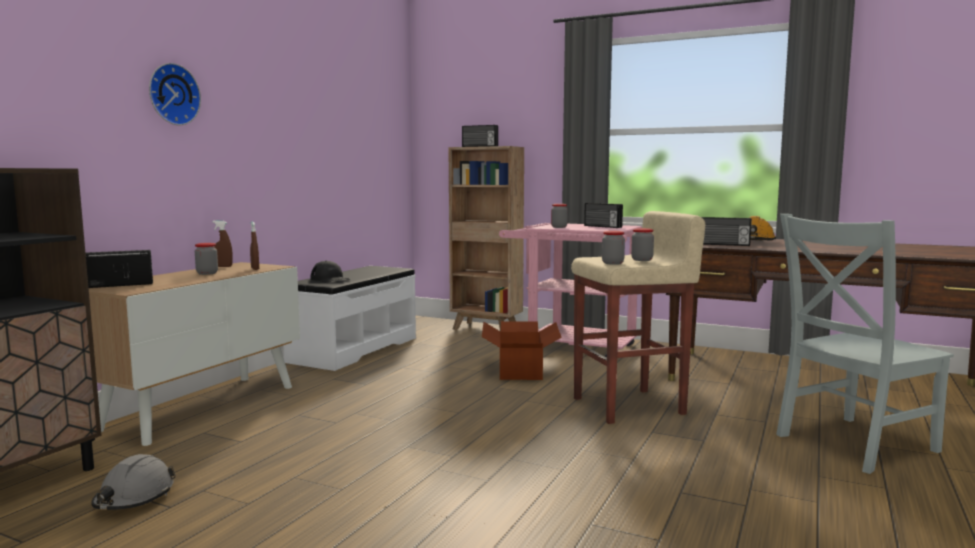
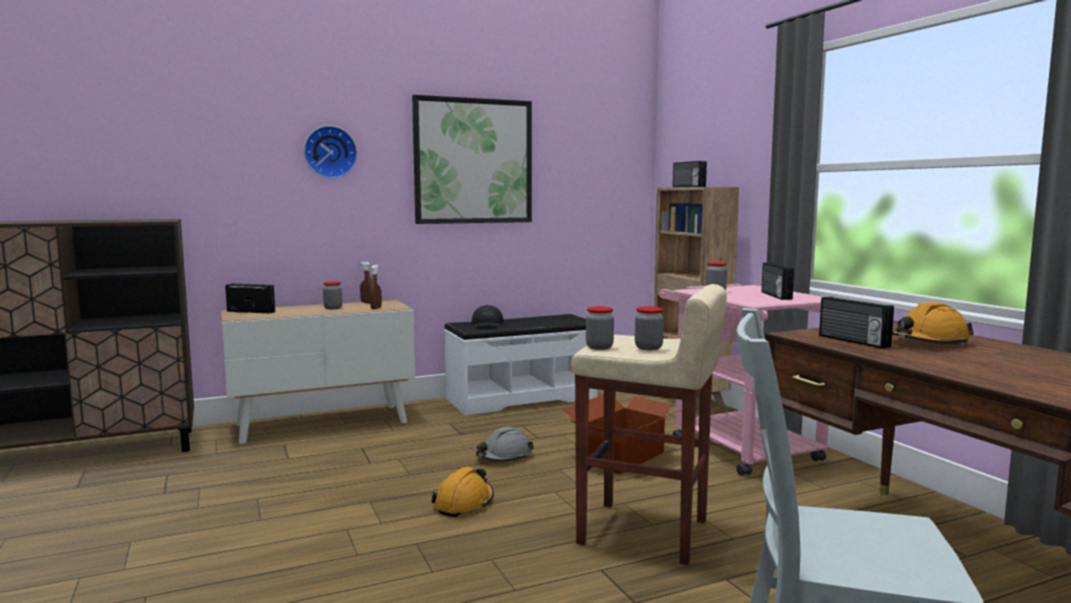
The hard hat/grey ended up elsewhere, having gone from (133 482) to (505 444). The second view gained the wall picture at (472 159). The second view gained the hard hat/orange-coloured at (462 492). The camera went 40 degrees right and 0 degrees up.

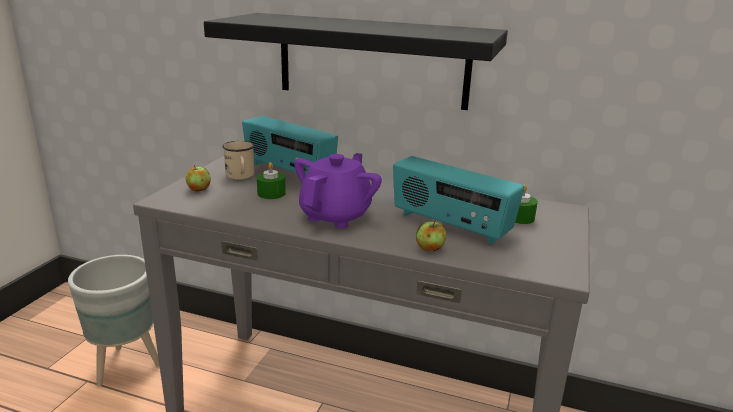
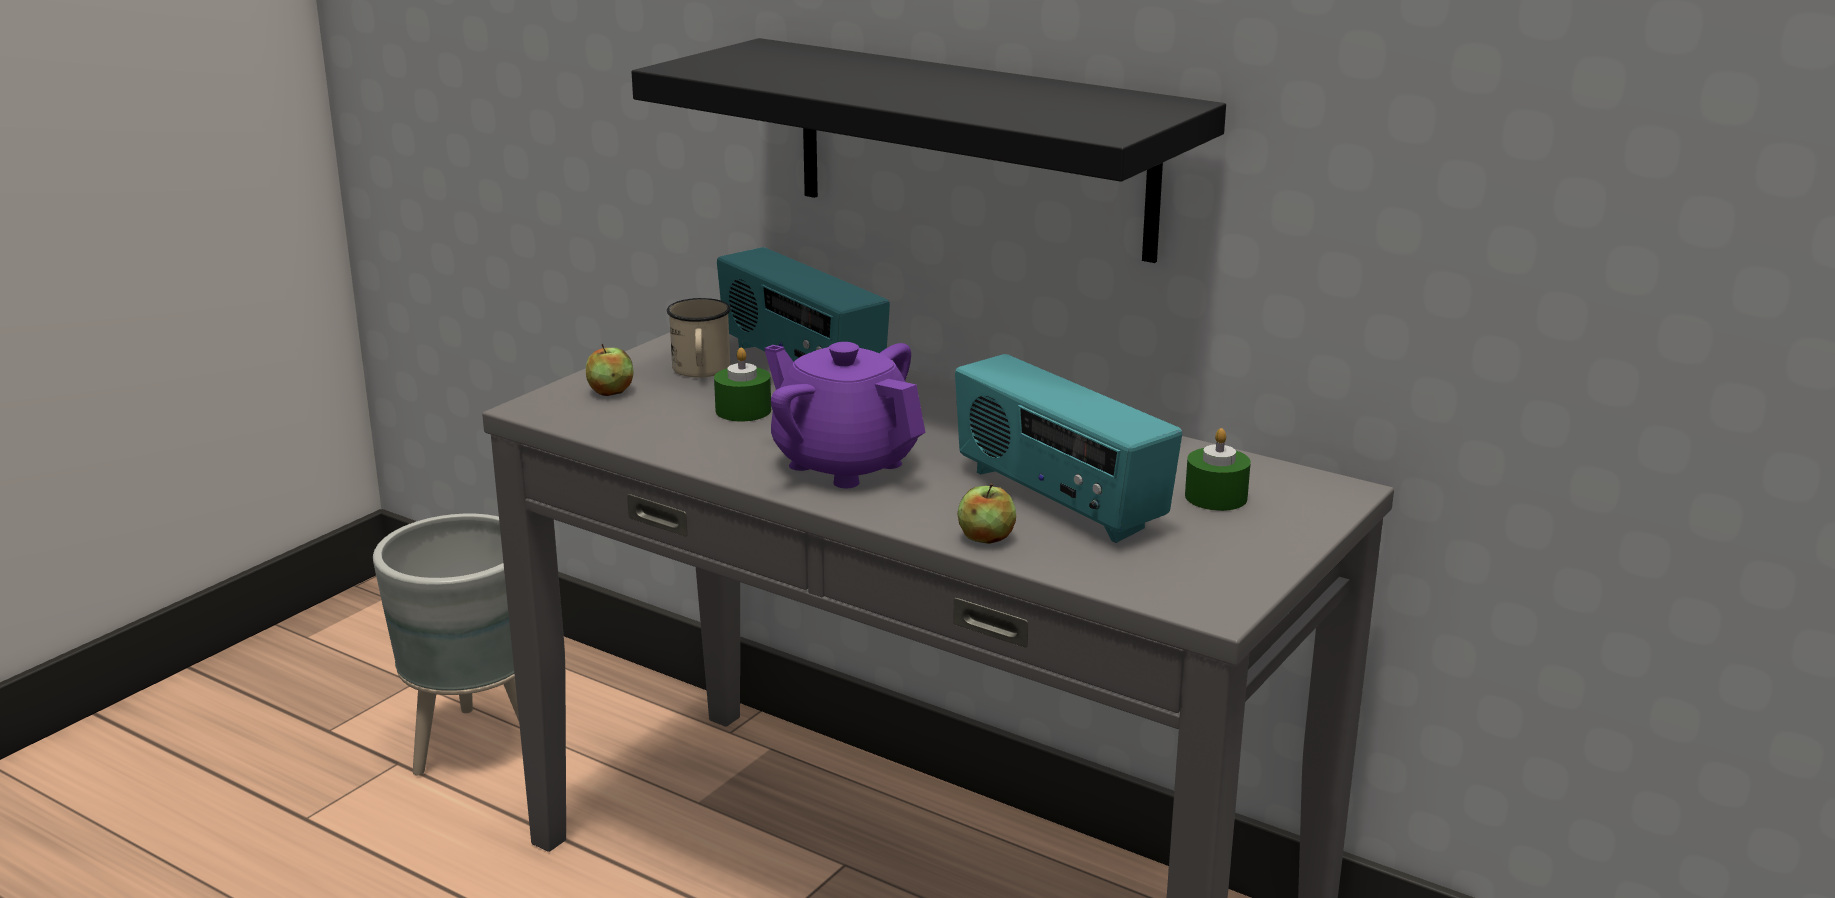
The tea pot/purple at (338 191) ended up facing another way, 90 degrees counterclockwise from before. The camera went 15 degrees right and 0 degrees up.

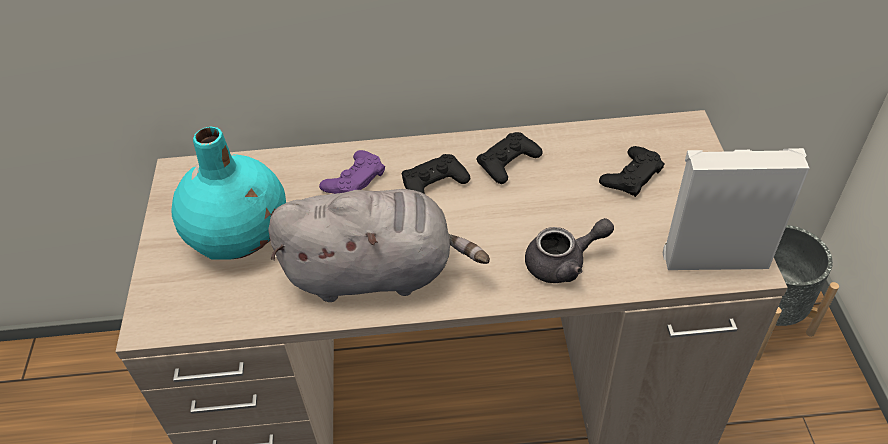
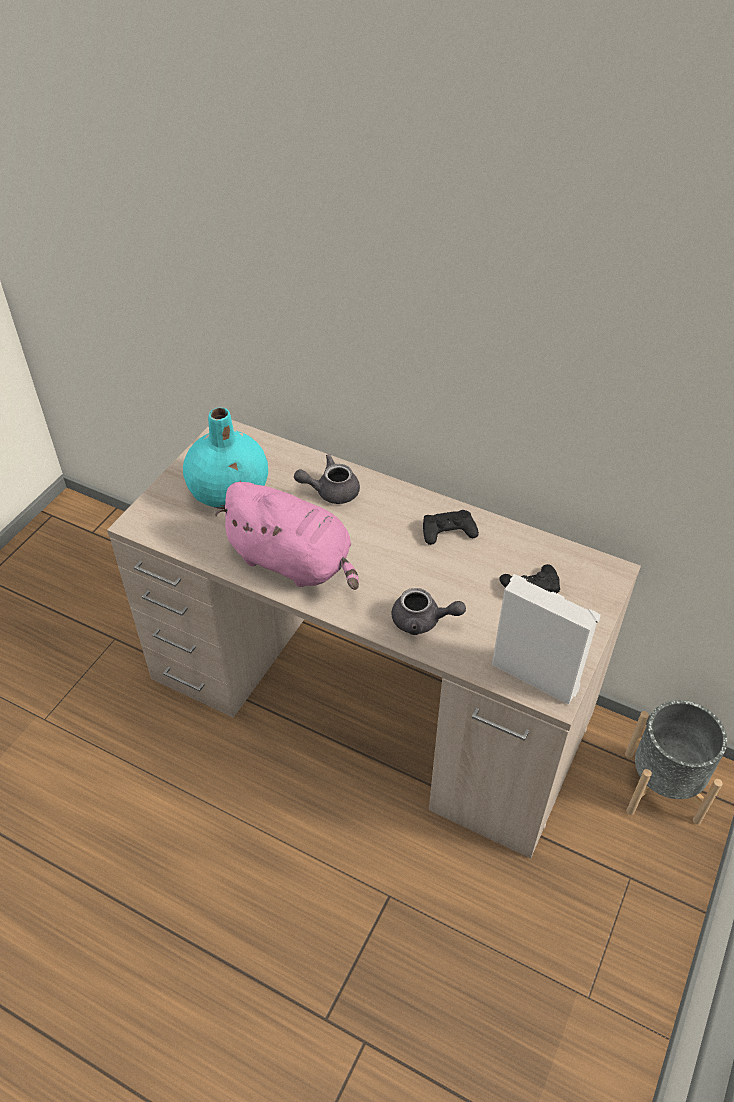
What was the soft toy/grey at (379 245) turned into the soft toy/pink at (287 536). Where the game controller/purple stood at (352 172), the tea pot/grey came to stand at (327 479). The second view lost the game controller/black-coloured at (435 174). The camera went 30 degrees right and 0 degrees up.

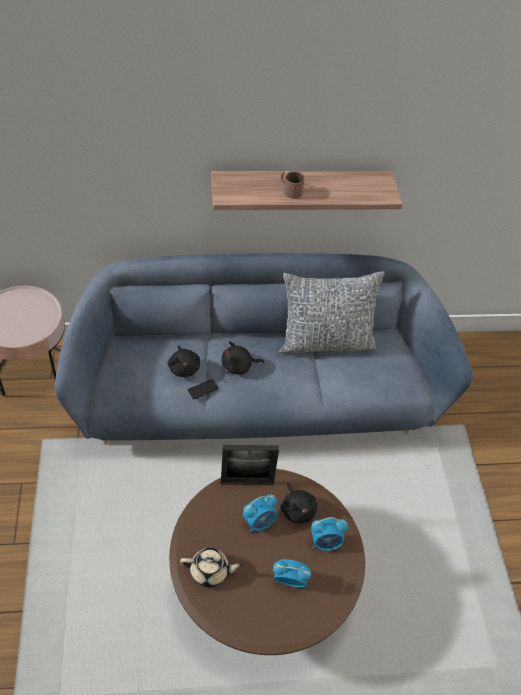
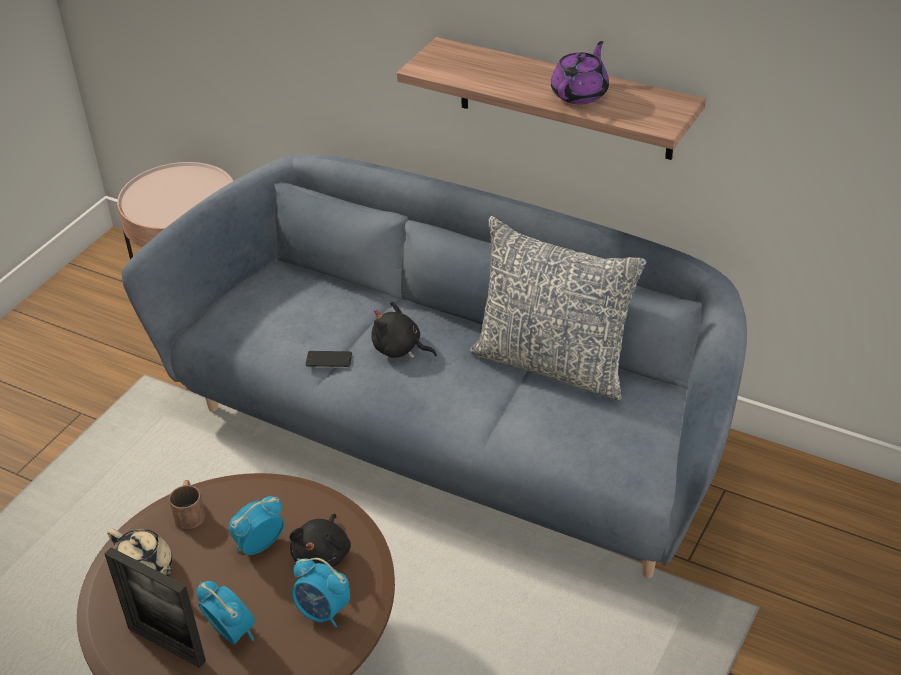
The second view lost the soft toy/black-coloured at (184 361). The standing frame ended up elsewhere, having gone from (250 465) to (155 607). The table clock at (260 513) ended up facing another way, 135 degrees clockwise from before. The coffee mug/brownish ended up elsewhere, having gone from (293 185) to (187 504). The second view gained the tea pot/purple at (580 72). The camera went 40 degrees right and 10 degrees down.

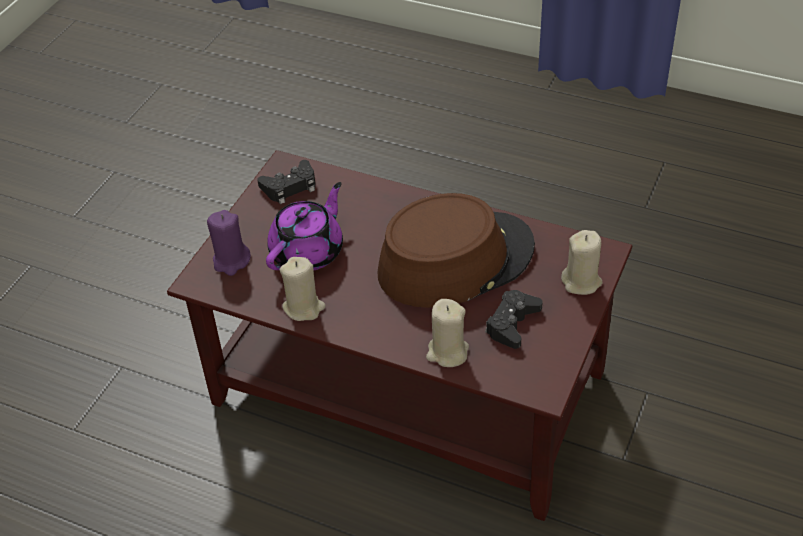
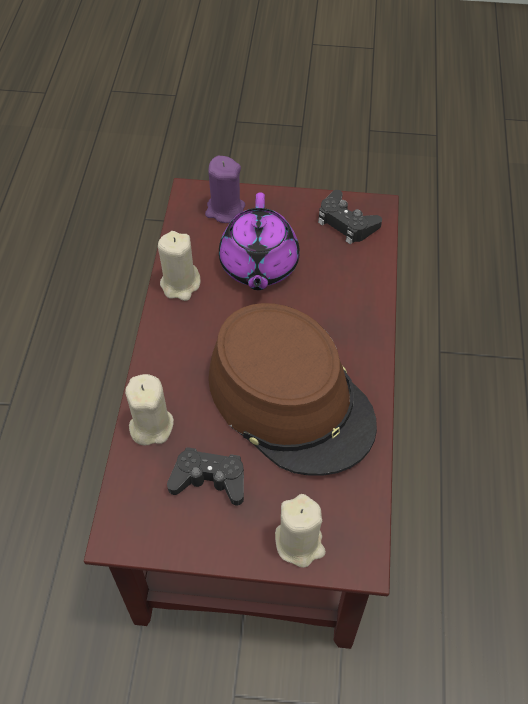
The tea pot/purple at (304 226) ended up facing another way, 75 degrees clockwise from before. The camera went 70 degrees right and 10 degrees up.

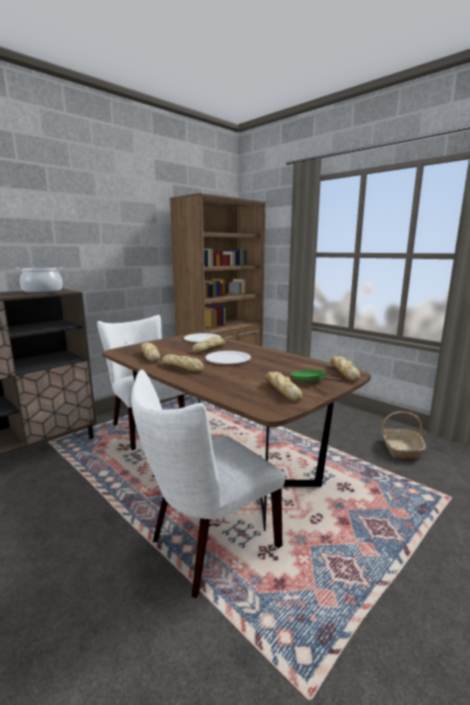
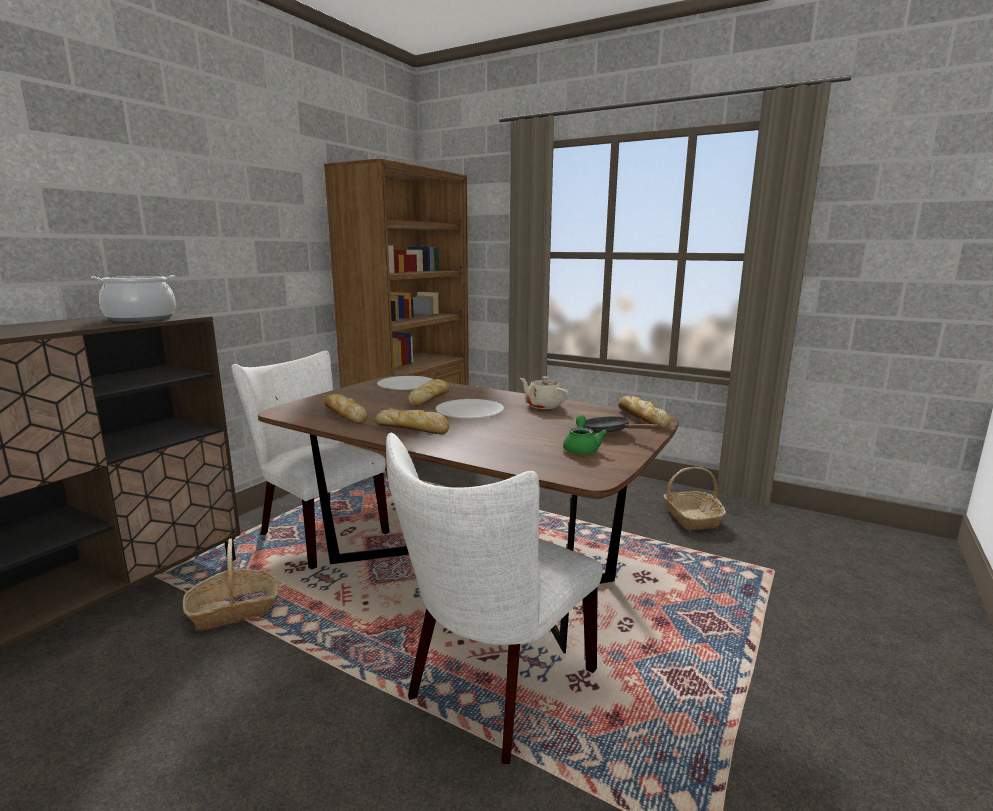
Where the bakery bread stood at (283 386), the tea pot/greenish came to stand at (585 435). What was the pan/greenish at (316 375) turned into the pan/black-coloured at (622 424). The second view gained the basket at (231 585). The second view gained the tea pot/beige-coloured at (544 392). The camera went 15 degrees left and 0 degrees up.

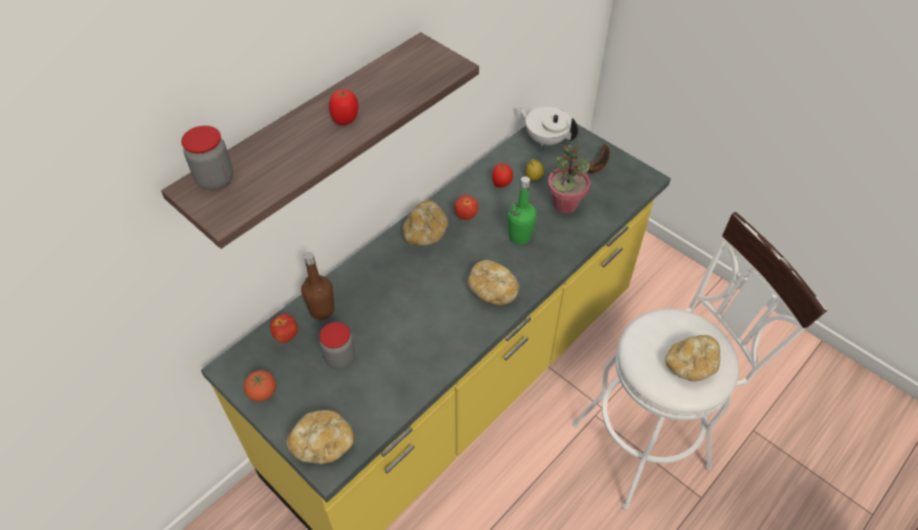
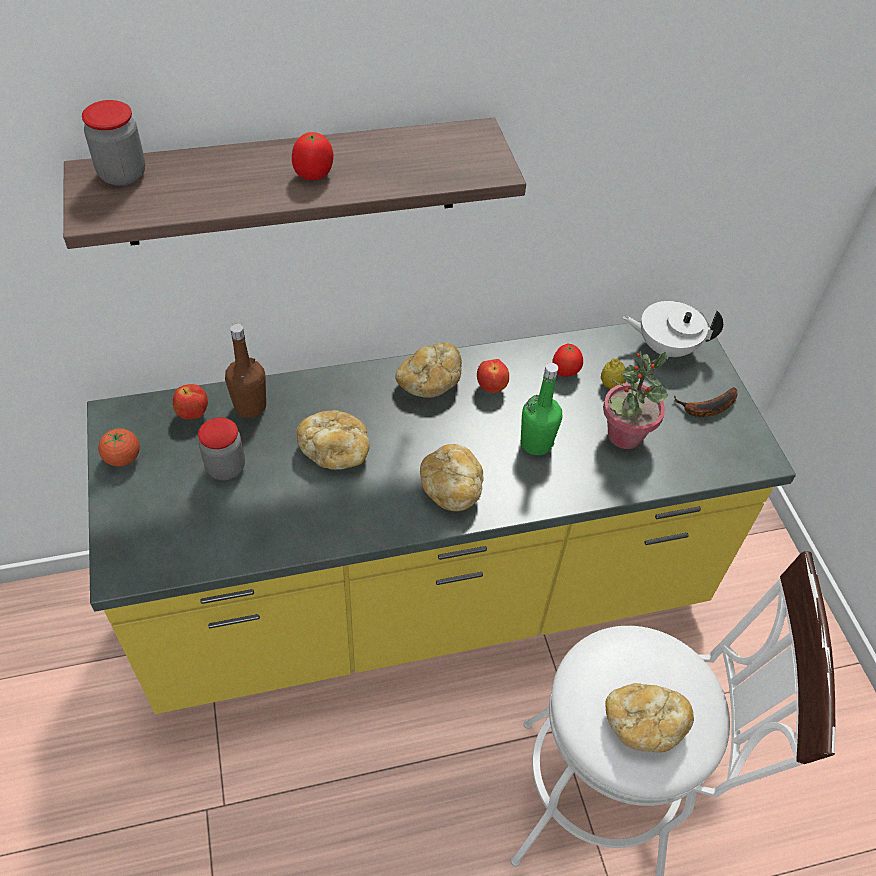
The bakery bread ended up elsewhere, having gone from (320 437) to (333 440). The tea pot/whitish at (548 126) ended up facing another way, 60 degrees counterclockwise from before. The camera went 30 degrees right and 0 degrees up.

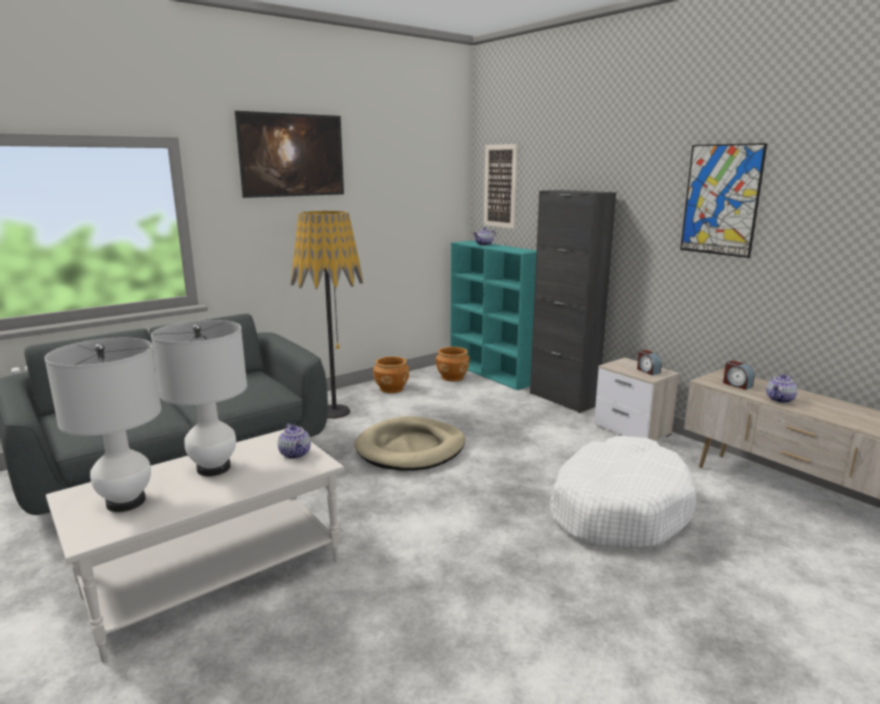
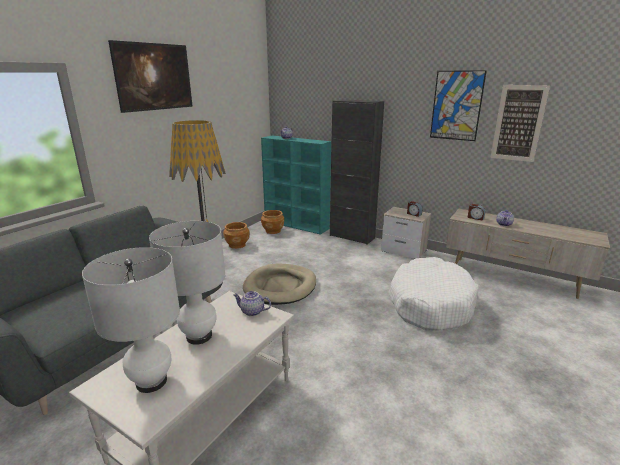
The tea pot at (294 441) ended up facing another way, 150 degrees clockwise from before. The wall picture ended up elsewhere, having gone from (501 186) to (520 123). The camera went 20 degrees left and 5 degrees up.

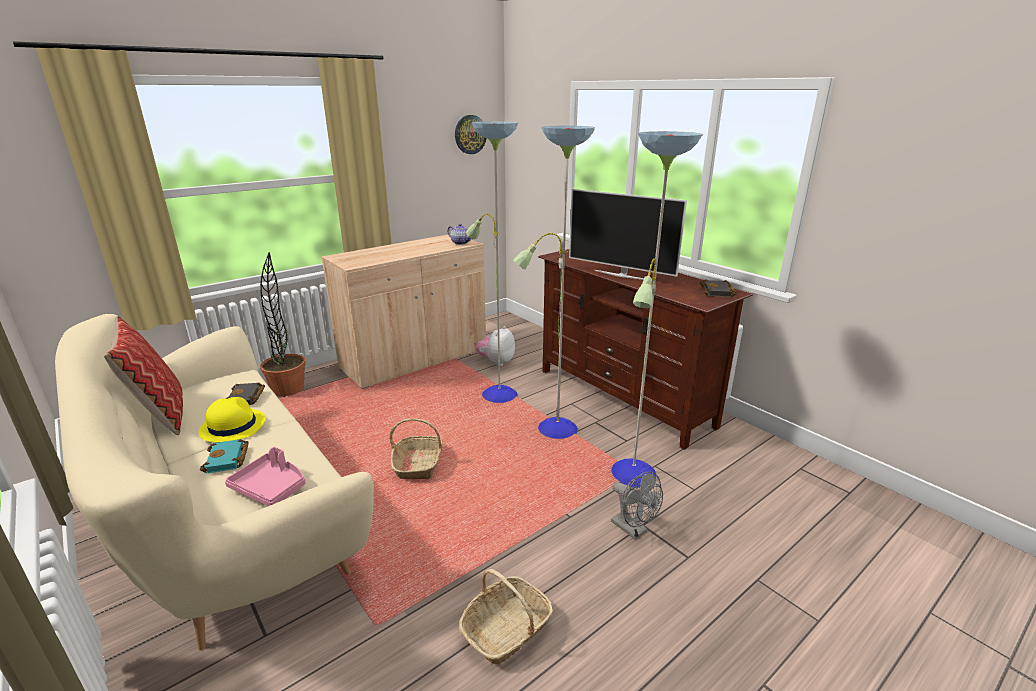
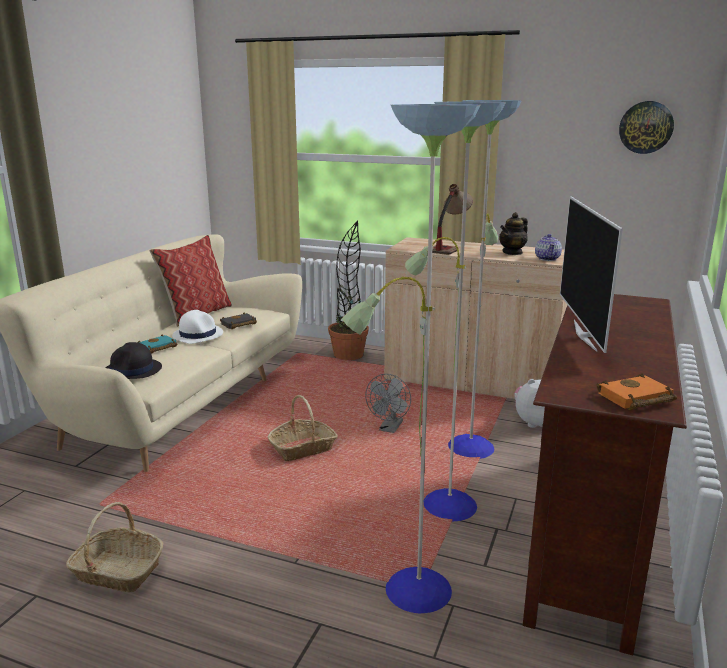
What was the wearable hat/yellow at (232 419) turned into the wearable hat/whitish at (197 327). Where the serving tray/pink stood at (265 476), the wearable hat/black-coloured came to stand at (133 360). The electric fan/grey ended up elsewhere, having gone from (637 505) to (388 403). What was the bound book/black-coloured at (718 288) turned into the bound book/orange-coloured at (636 392). The second view gained the lamp for a table at (452 219). The second view gained the tea pot at (513 233). The camera went 60 degrees right and 5 degrees down.

